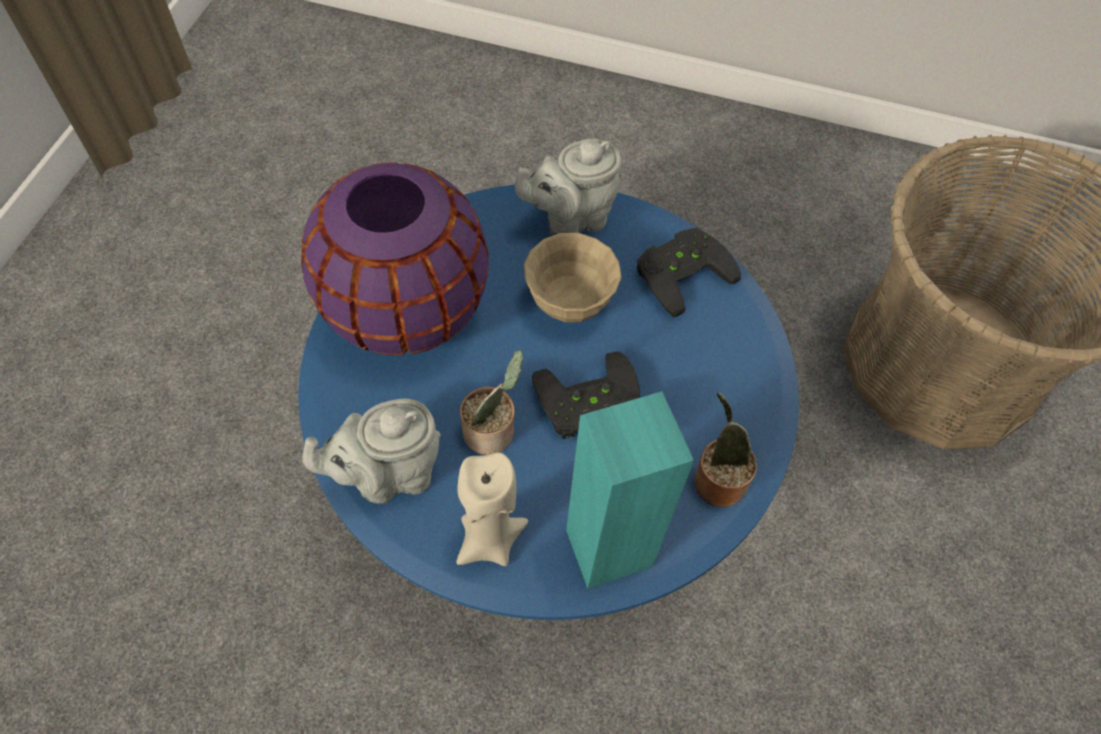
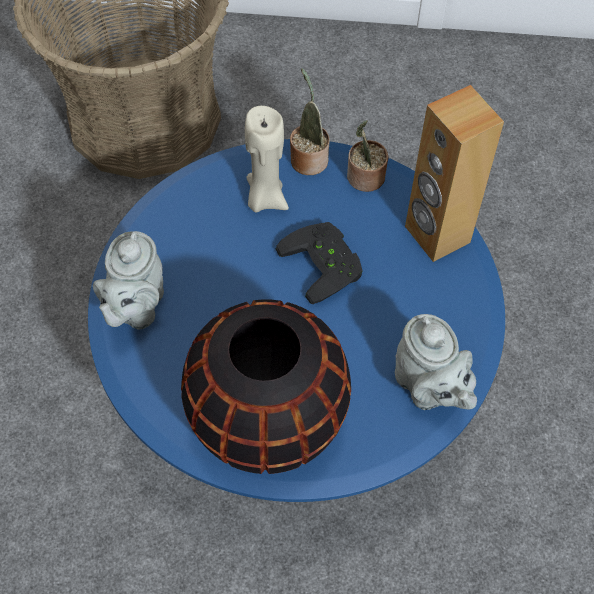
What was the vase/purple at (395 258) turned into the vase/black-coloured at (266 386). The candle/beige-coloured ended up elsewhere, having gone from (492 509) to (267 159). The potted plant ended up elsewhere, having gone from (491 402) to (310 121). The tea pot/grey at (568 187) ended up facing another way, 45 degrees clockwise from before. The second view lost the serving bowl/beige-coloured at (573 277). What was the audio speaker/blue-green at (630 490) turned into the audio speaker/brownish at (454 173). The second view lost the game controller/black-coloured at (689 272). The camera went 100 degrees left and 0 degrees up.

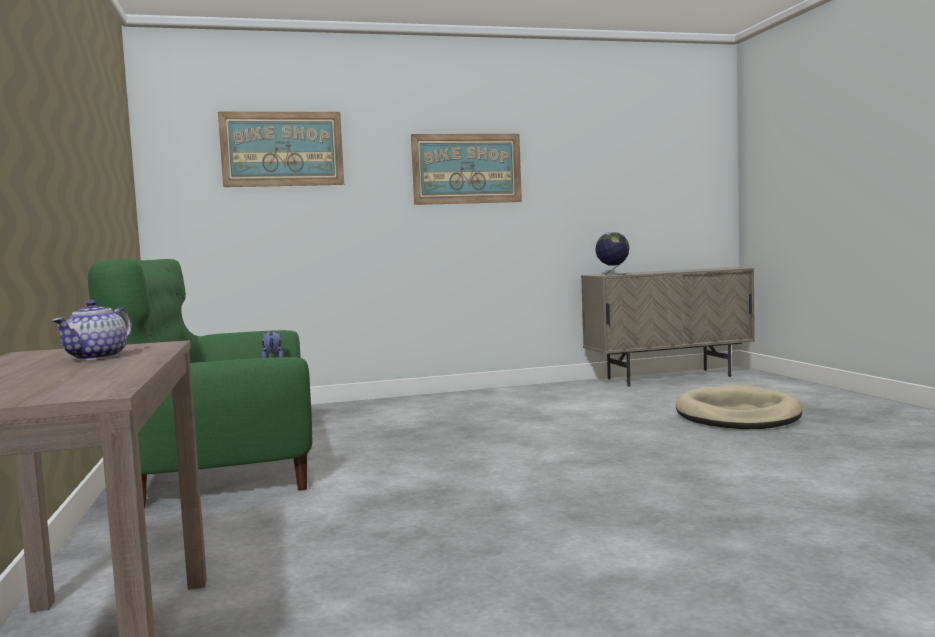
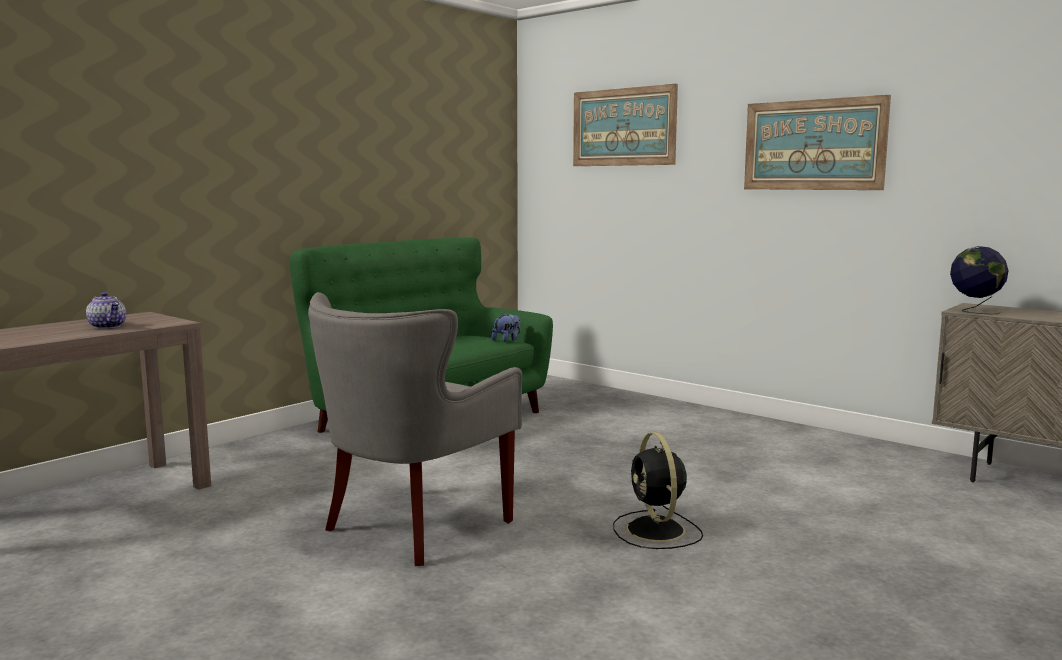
The tea pot at (91 330) ended up facing another way, 120 degrees counterclockwise from before. The second view lost the dog cushion/beige-coloured at (738 407). The second view gained the easy chair/grey at (415 429). The second view gained the electric fan/black-coloured at (658 490). The camera went 55 degrees right and 5 degrees up.

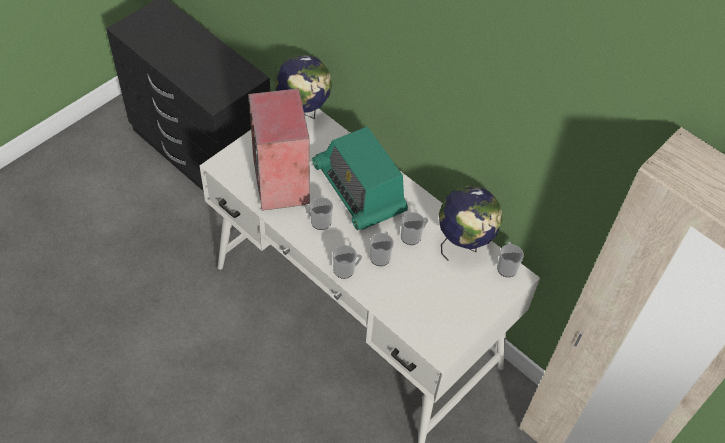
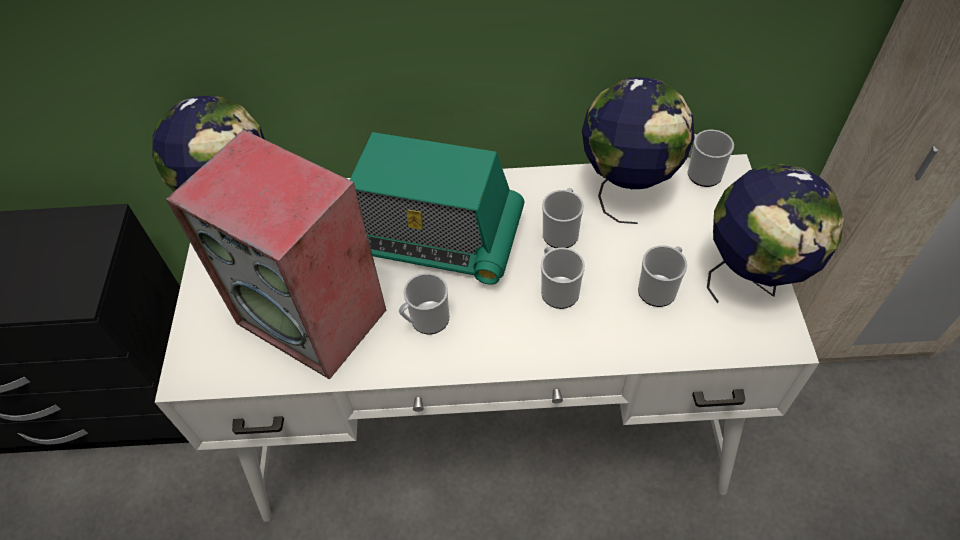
The coffee mug ended up elsewhere, having gone from (347 262) to (662 276). The second view gained the desk globe at (775 233). The camera went 40 degrees left and 0 degrees up.

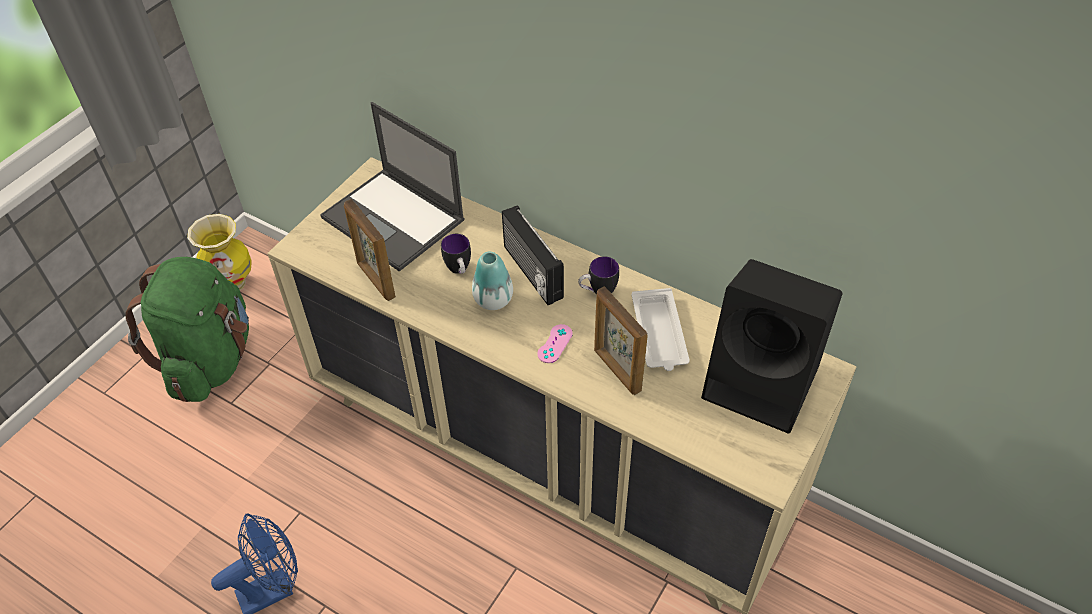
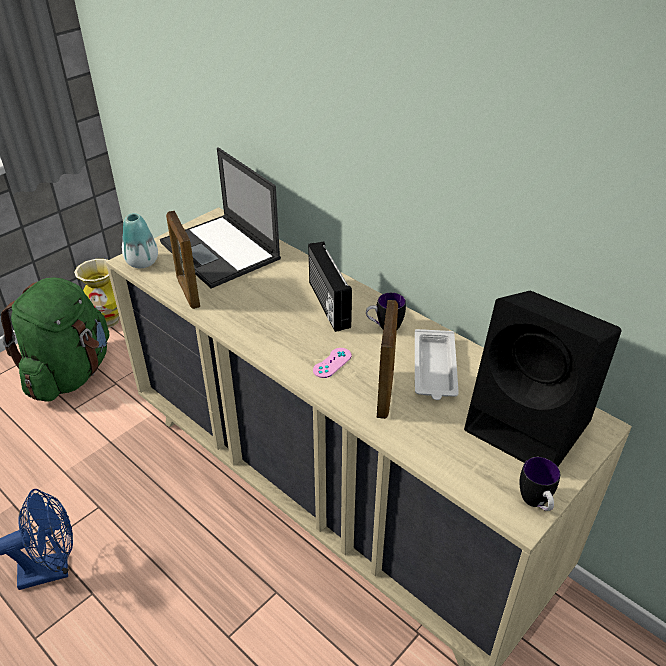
The coffee mug ended up elsewhere, having gone from (456 254) to (539 484). The vase ended up elsewhere, having gone from (492 280) to (140 240). The standing frame at (621 340) ended up facing another way, 150 degrees counterclockwise from before. The camera went 10 degrees right and 10 degrees down.

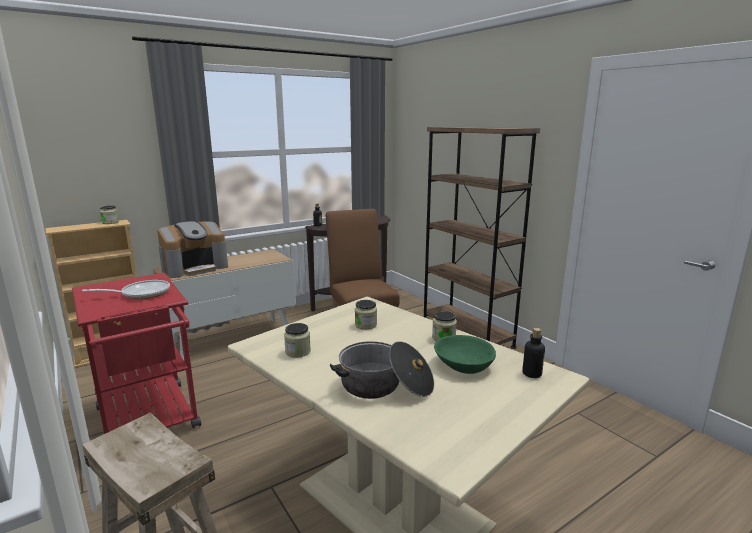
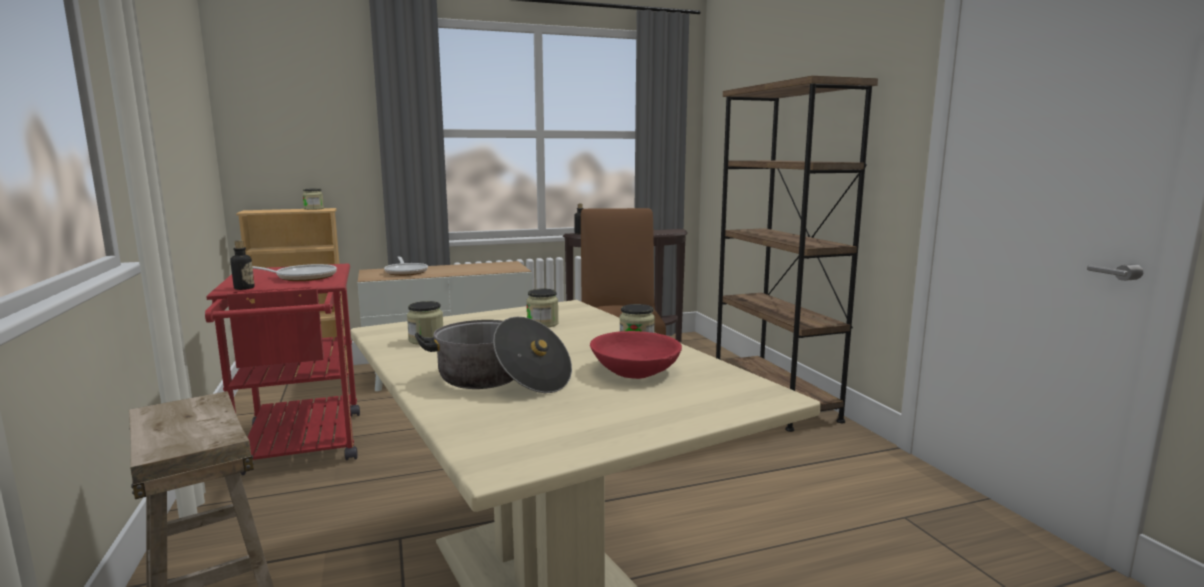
Where the coffee maker stood at (192 249), the pan came to stand at (406 266). What was the serving bowl/greenish at (465 354) turned into the serving bowl/reddish at (636 355). The bottle ended up elsewhere, having gone from (533 353) to (242 265). The camera went 15 degrees right and 5 degrees down.

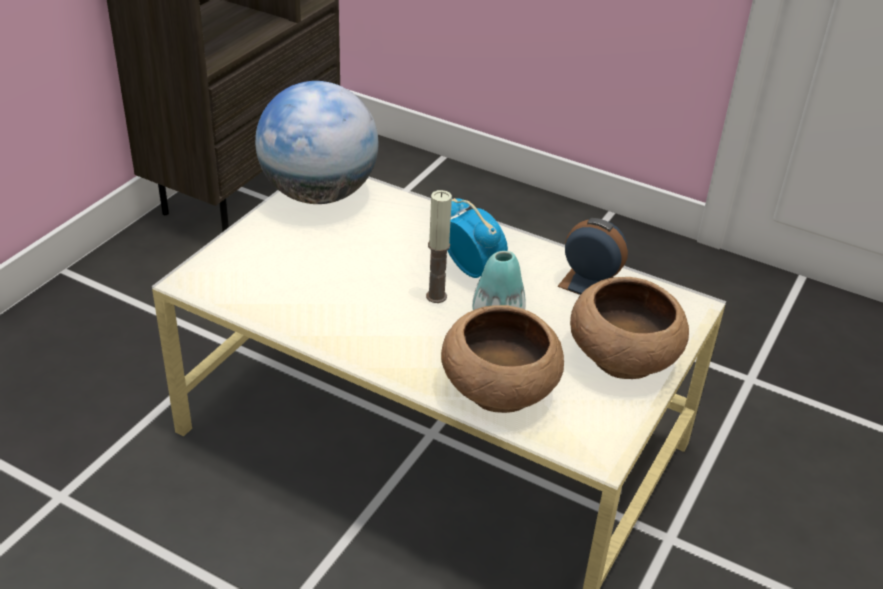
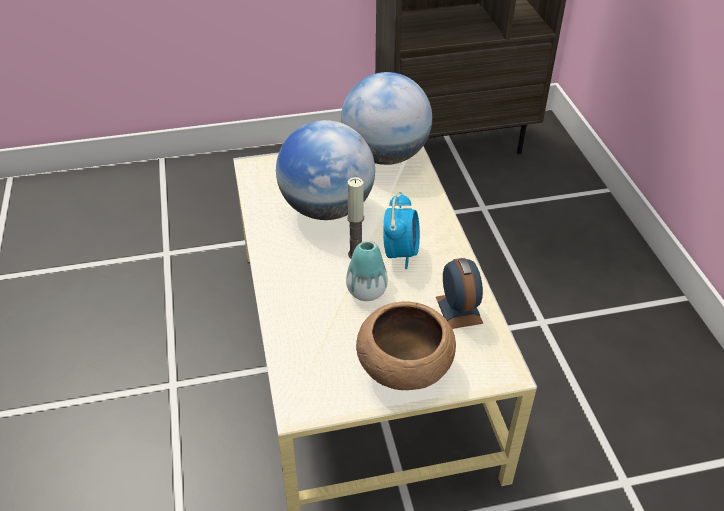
The second view lost the serving bowl/brownish at (502 359). The second view gained the desk globe at (325 170). The camera went 50 degrees right and 5 degrees up.

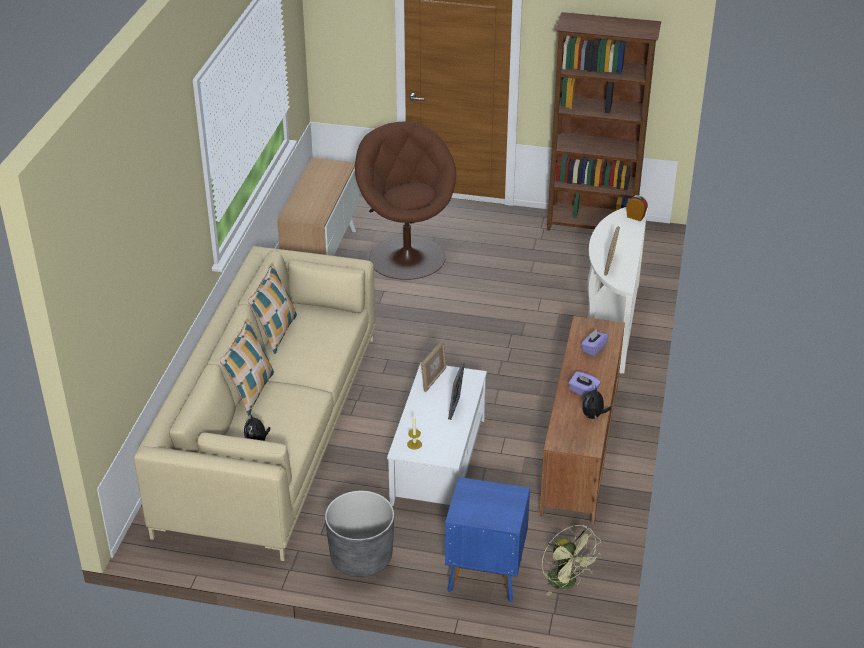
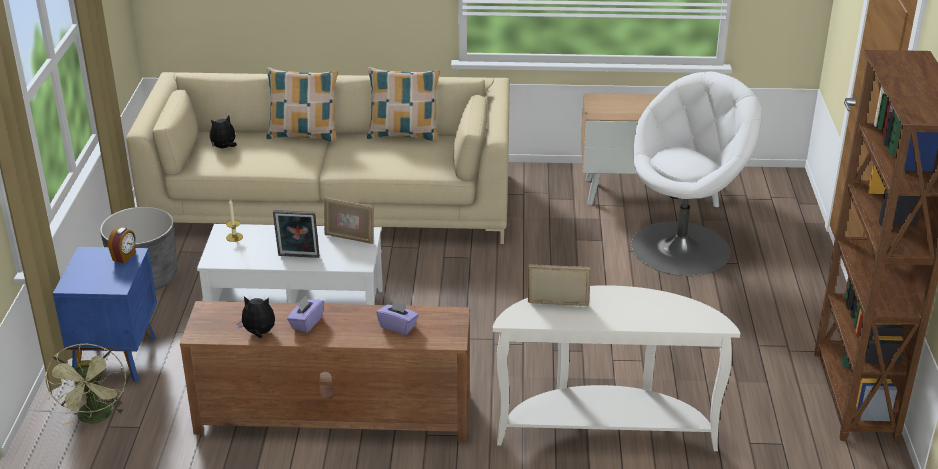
What was the easy chair/brownish at (405 200) turned into the easy chair/whitish at (696 174). The electric fan/greenish at (571 560) ended up facing another way, 60 degrees counterclockwise from before. The table clock ended up elsewhere, having gone from (637 208) to (122 245). The camera went 80 degrees right and 5 degrees down.

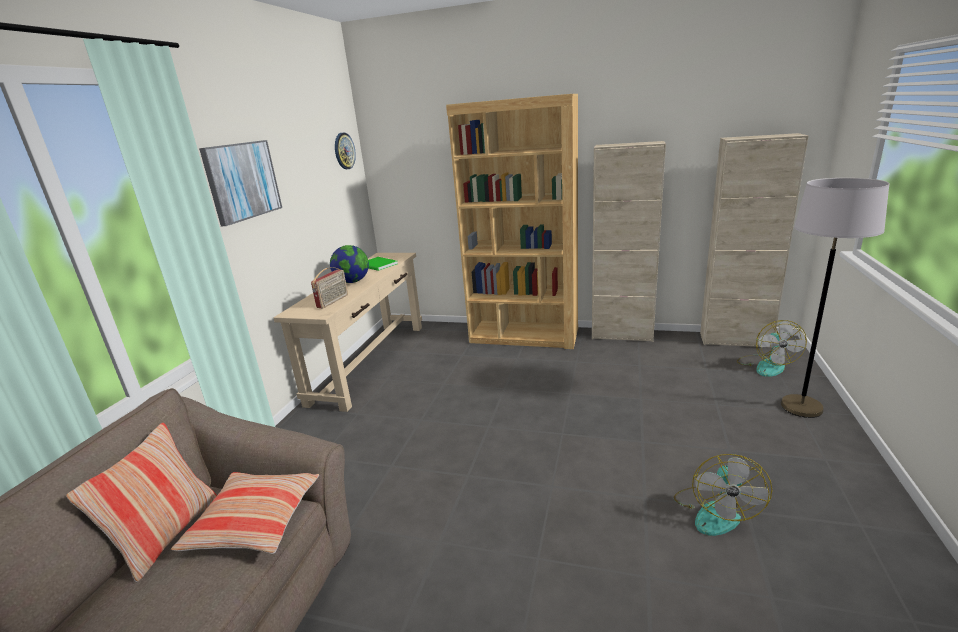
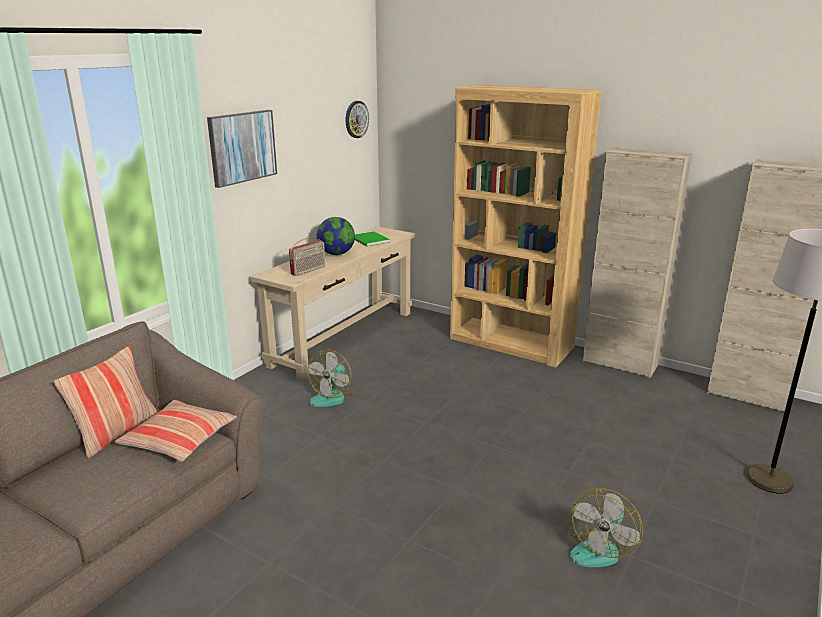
The electric fan ended up elsewhere, having gone from (772 348) to (330 378). The camera went 15 degrees right and 0 degrees up.

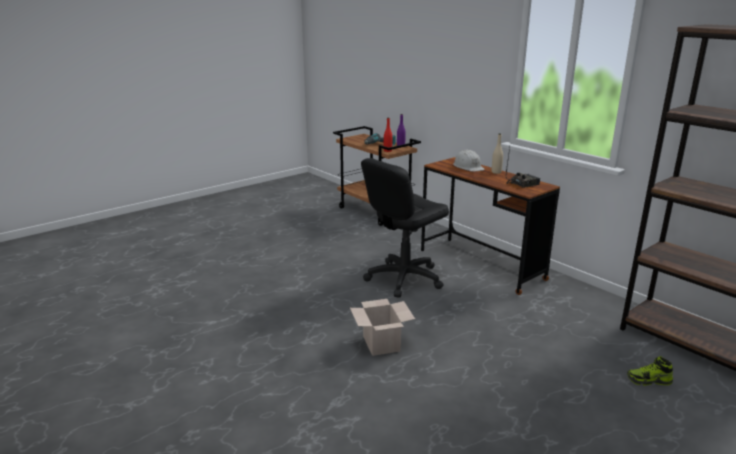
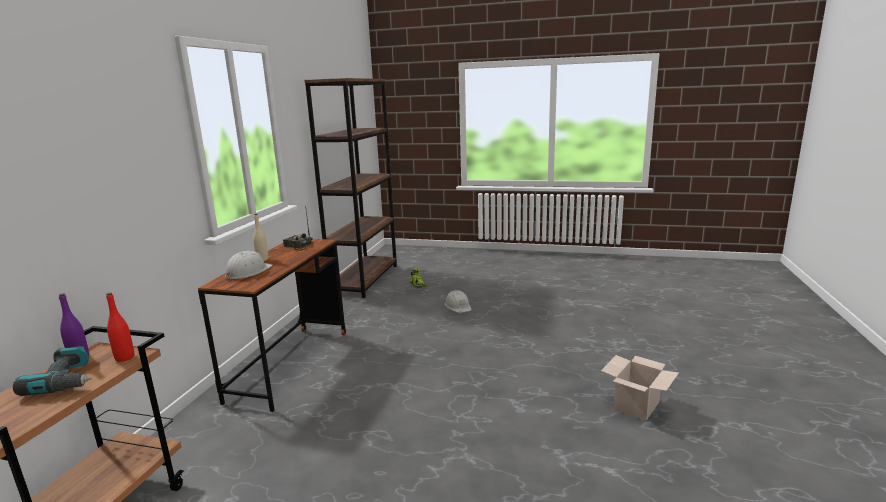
The carton ended up elsewhere, having gone from (382 327) to (640 388). The second view lost the computer chair/black-coloured at (405 228). The second view gained the hard hat/whitish at (458 301). The camera went 125 degrees left and 5 degrees down.

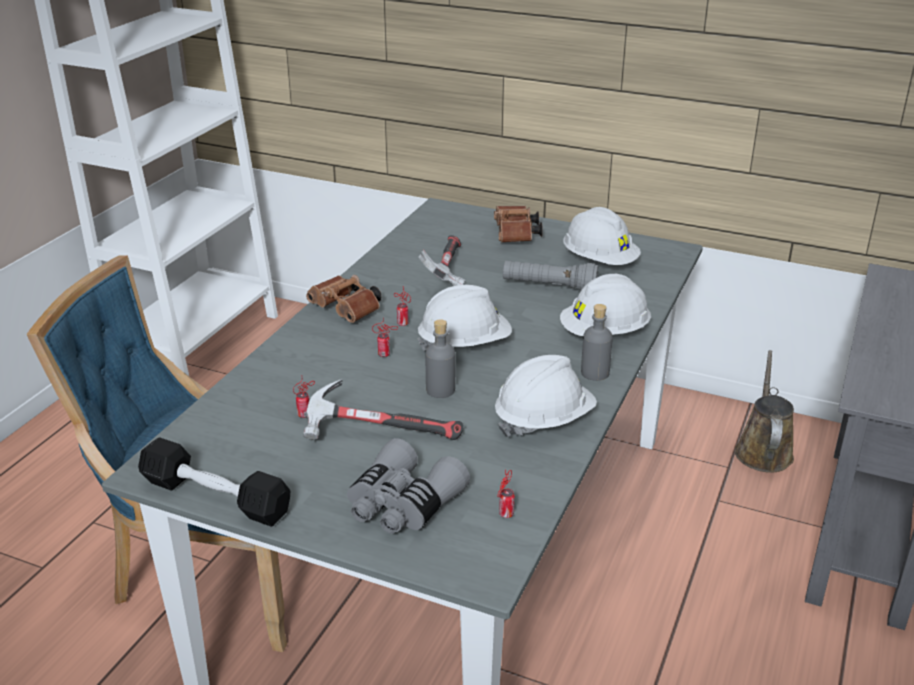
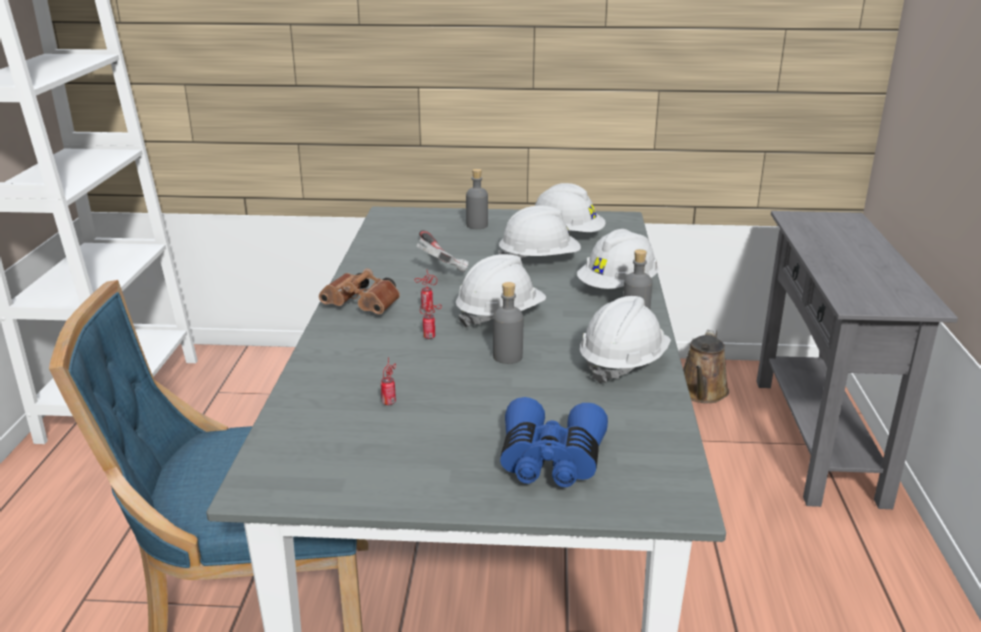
The second view lost the free weight/black-coloured at (214 482). The second view lost the tool hammer at (383 409). What was the pair of binoculars/grey at (408 486) turned into the pair of binoculars/blue-coloured at (554 442). Where the pair of binoculars/brownish stood at (518 224), the bottle/grey came to stand at (477 199). The second view lost the can at (506 494). Where the torch/grey stood at (550 275), the hard hat/whitish came to stand at (539 231). The watering pot/brownish at (764 411) ended up facing another way, 150 degrees counterclockwise from before. The camera went 20 degrees left and 5 degrees down.

